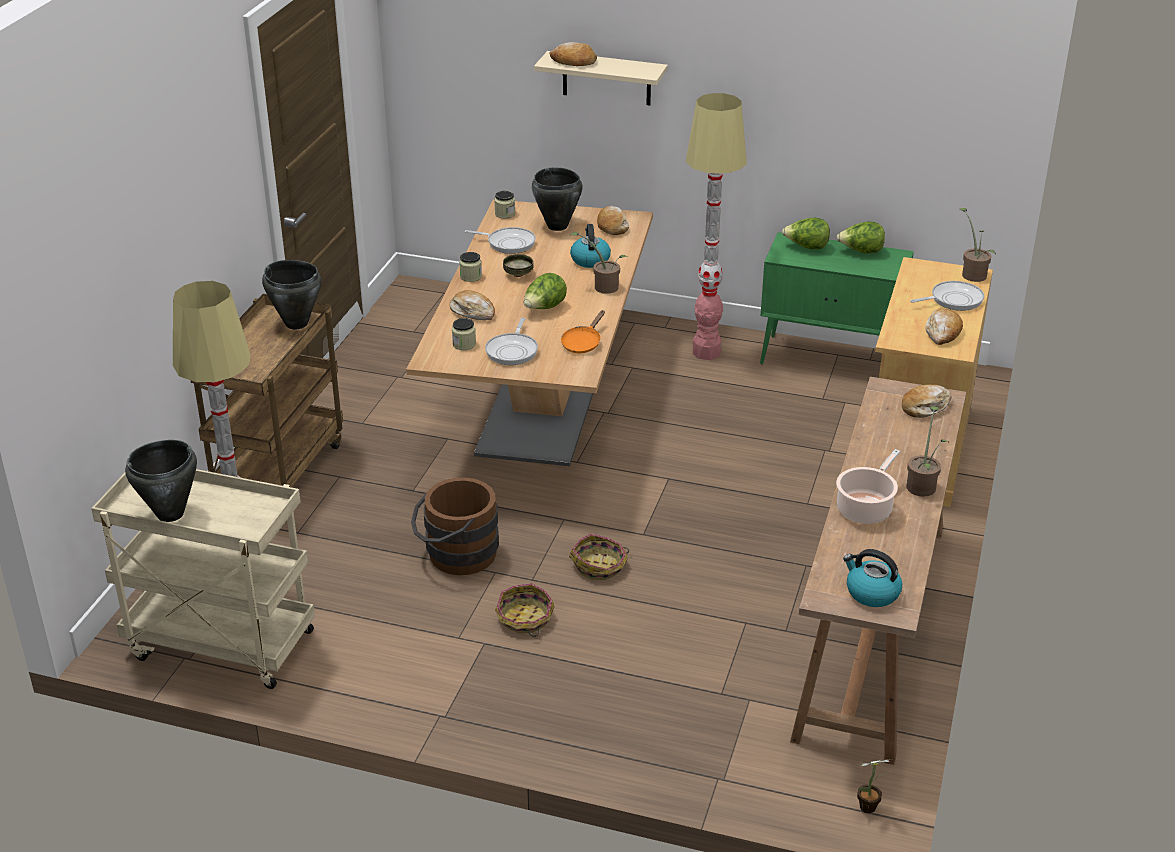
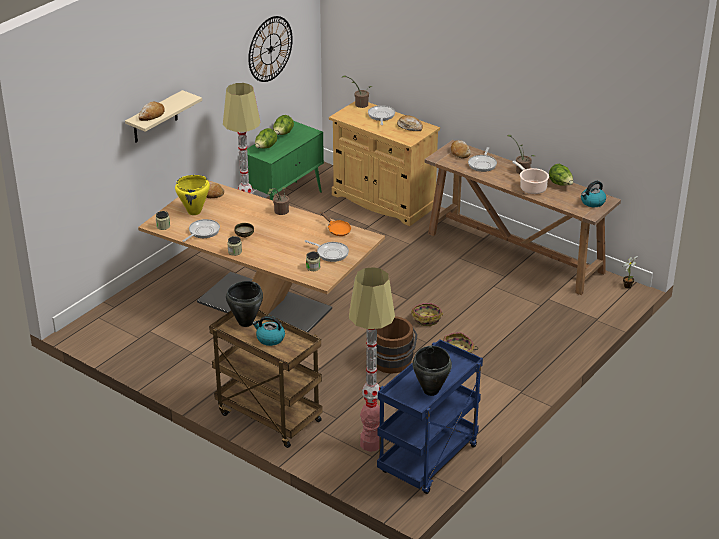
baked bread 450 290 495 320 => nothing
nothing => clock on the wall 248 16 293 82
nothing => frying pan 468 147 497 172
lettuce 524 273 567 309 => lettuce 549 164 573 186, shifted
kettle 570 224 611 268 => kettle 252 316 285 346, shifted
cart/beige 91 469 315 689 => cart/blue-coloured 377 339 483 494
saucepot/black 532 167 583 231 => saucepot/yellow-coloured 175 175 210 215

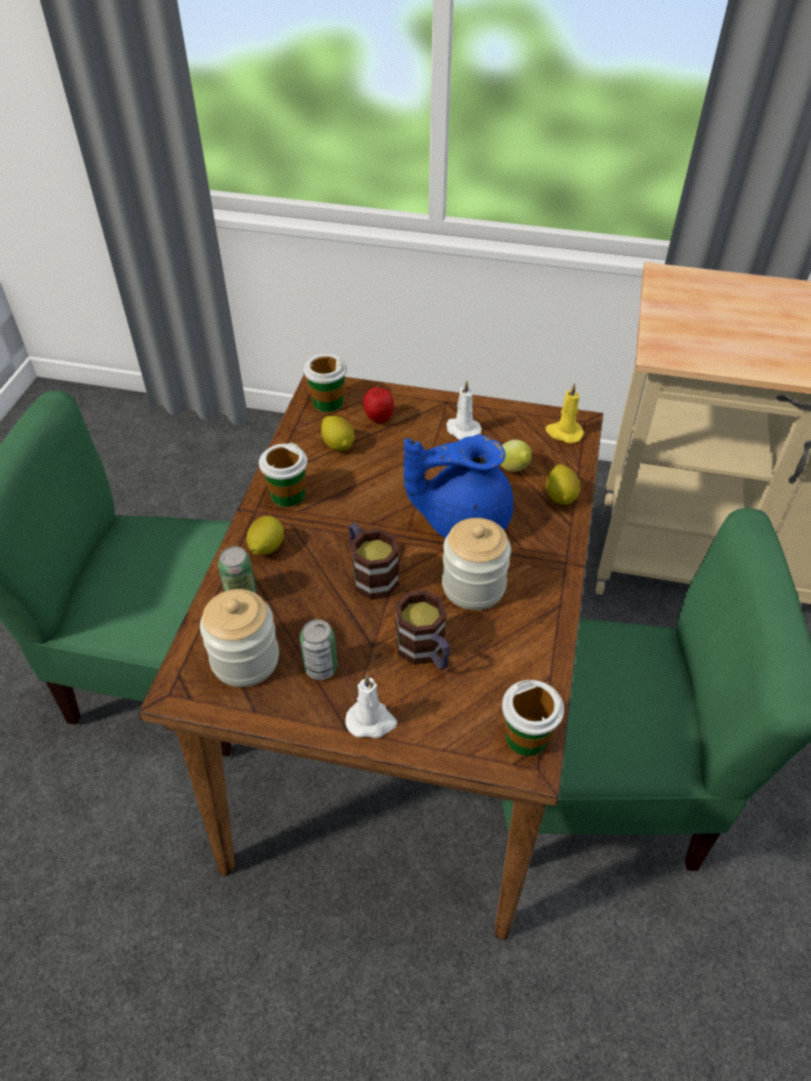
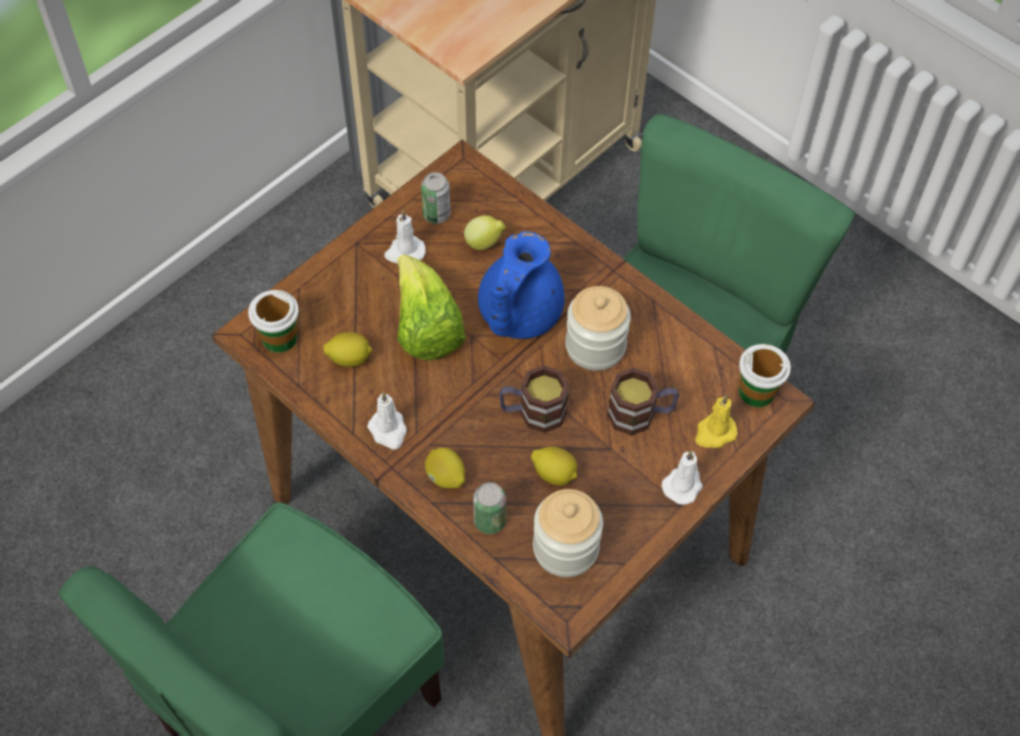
whole apple 363 385 394 423 => nothing
nothing => lettuce 397 254 466 360
sealed can 300 619 337 680 => sealed can 421 172 450 224, shifted
wax candle/yellow-coloured 546 383 584 443 => wax candle/yellow-coloured 695 394 737 448, shifted
whole lemon 546 464 580 505 => whole lemon 531 447 577 485, shifted
small cup 259 443 308 507 => wax candle/white-coloured 367 392 407 449

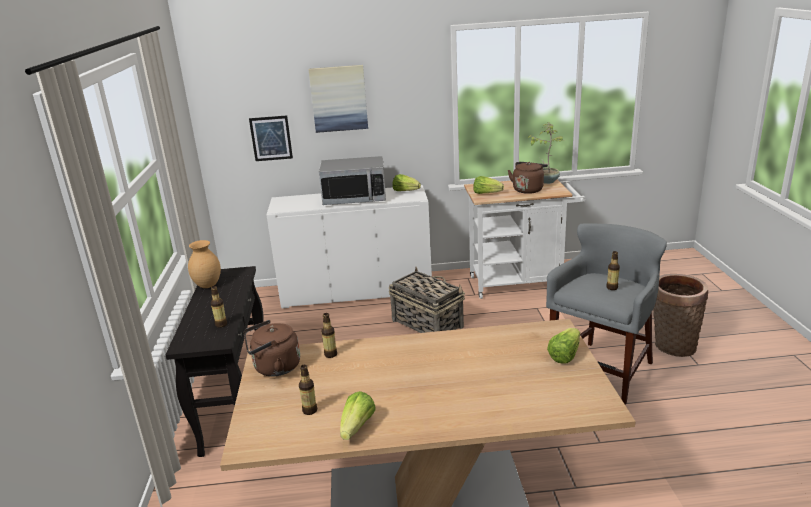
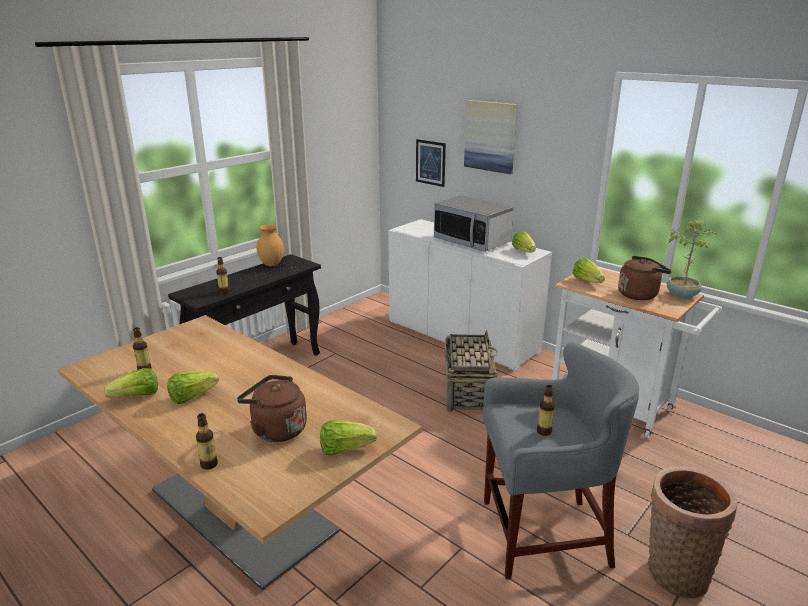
nothing => lettuce 167 370 219 404
kettle/brown 244 320 300 376 => kettle/brown 237 375 307 442, shifted
drink bottle 321 313 337 358 => drink bottle 196 413 218 470, shifted

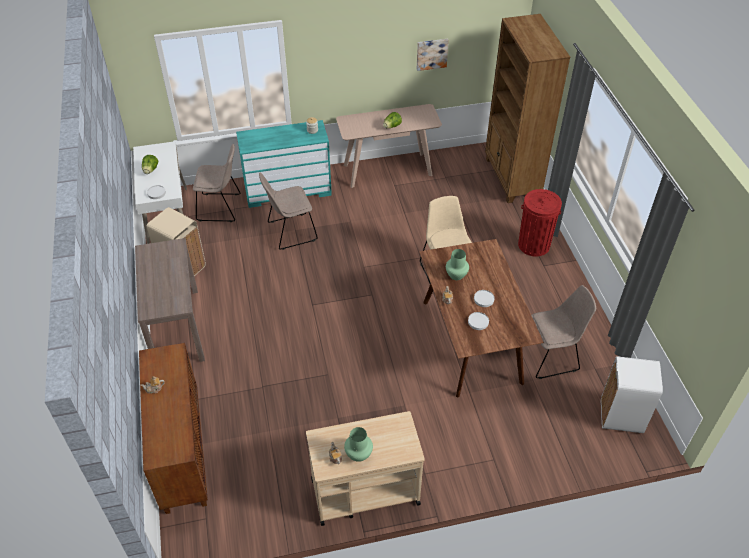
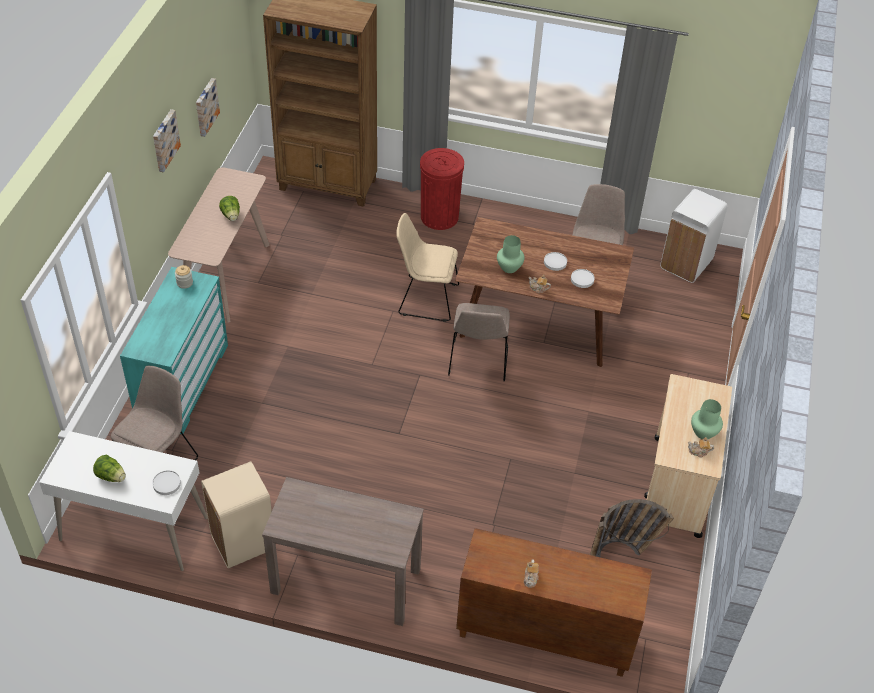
nothing => picture 153 109 181 173
nothing => basket 591 499 674 557
chair/beige 259 172 318 250 => chair/beige 448 303 510 382, shifted

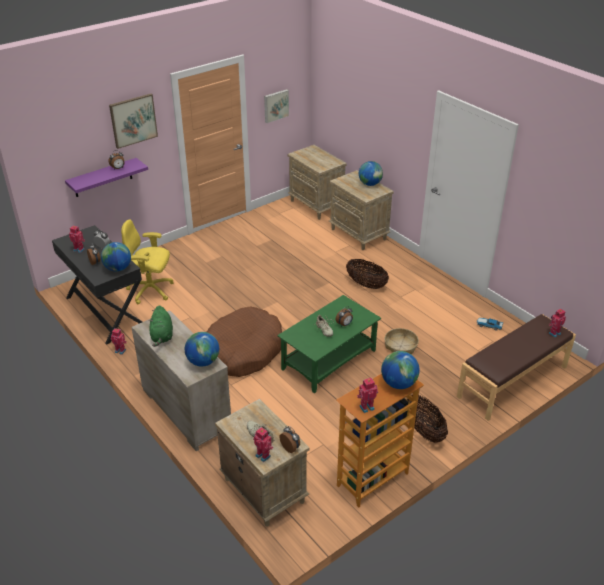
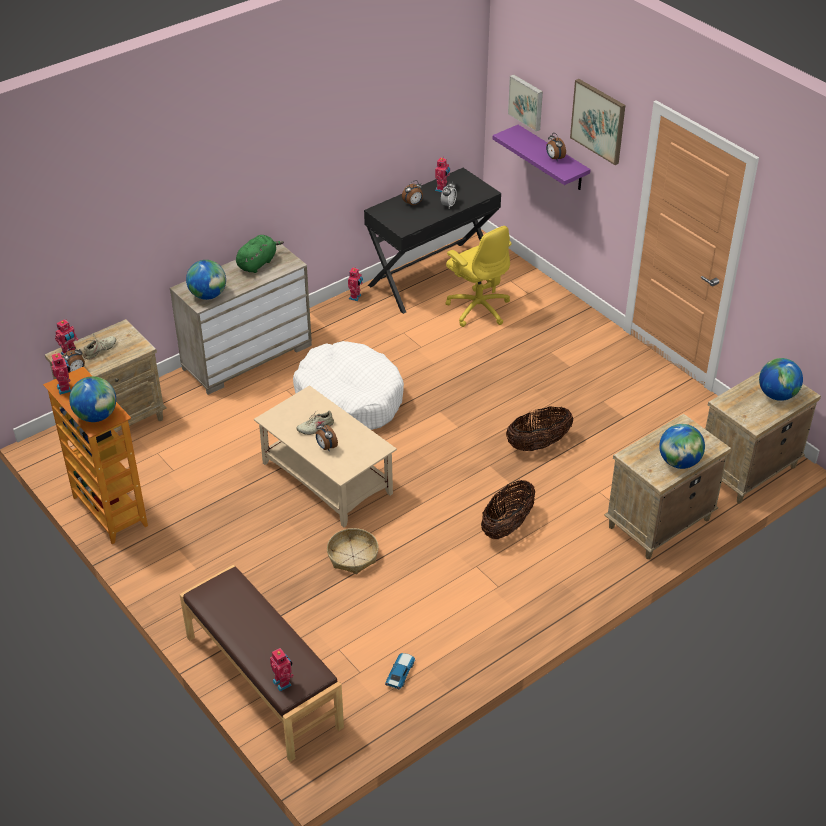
globe 101 242 131 272 => globe 759 358 803 401, shifted
picture 264 89 289 123 => picture 508 75 543 131, shifted
basket 407 395 448 443 => basket 506 406 573 451, shifted
dog cushion/brown 207 306 282 377 => dog cushion/white-coloured 293 341 404 430
low table/green-coloured 277 295 381 393 => low table/beige 254 385 397 527
desk chair/yellow-coloured 121 219 174 304 => desk chair/yellow-coloured 446 226 512 327, 135 degrees clockwise
soft toy/green-coloured 148 306 173 347 => soft toy/green-coloured 236 235 284 273, 135 degrees clockwise

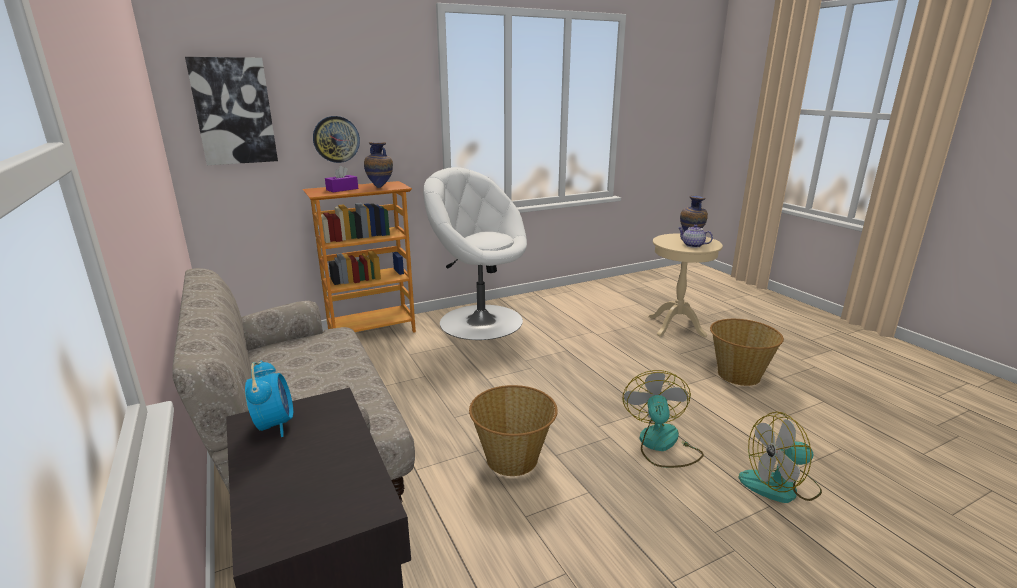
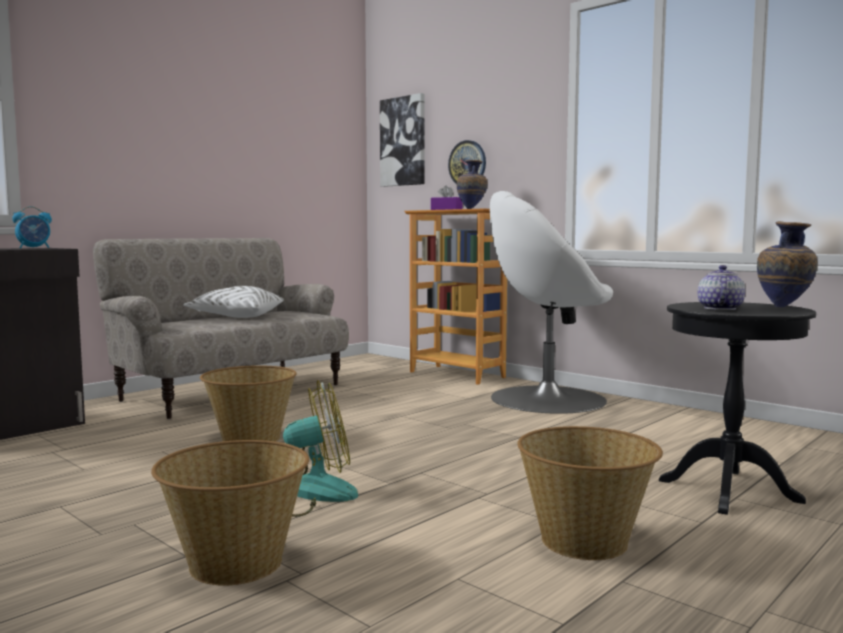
nothing => throw pillow/white-coloured 183 286 284 318
electric fan 739 412 822 503 => basket 151 440 309 586
accent table/beige 648 234 723 337 => accent table/black 659 302 816 515
lounge chair/white-coloured 423 167 527 340 => lounge chair/white-coloured 490 191 613 414, 105 degrees counterclockwise

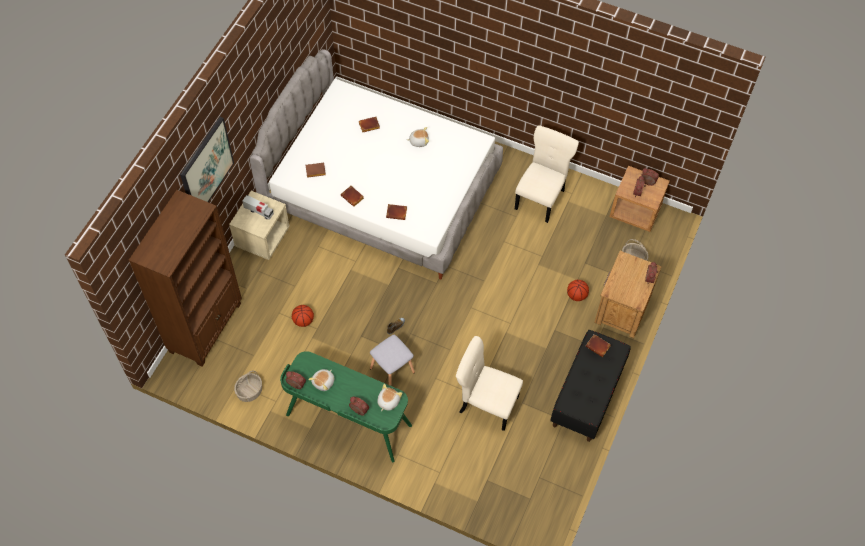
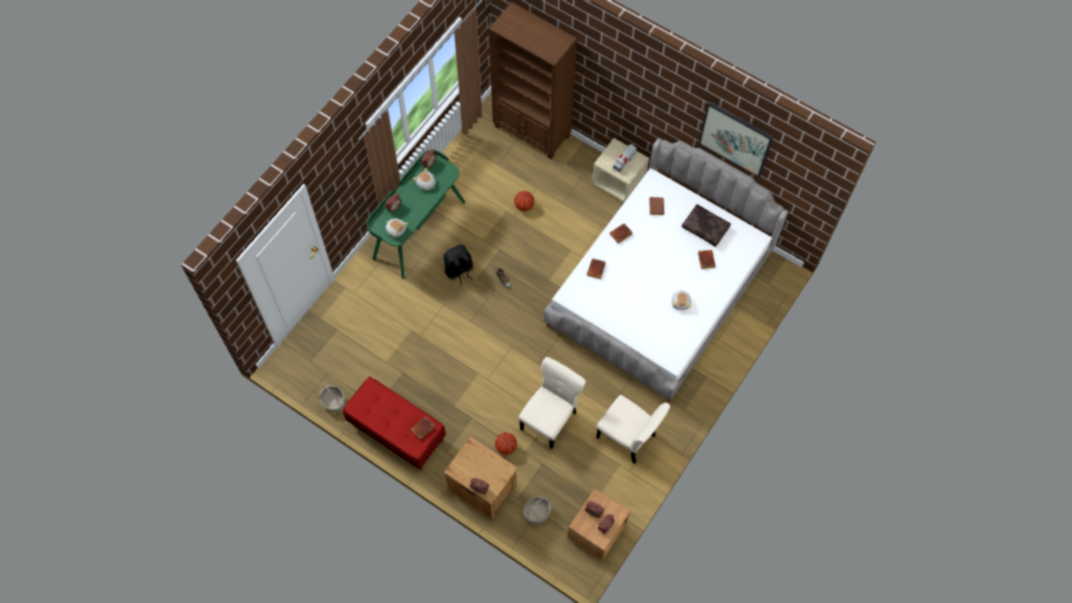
nothing => throw pillow/brown 682 204 731 247
picture 180 117 234 202 => picture 698 102 774 177, shifted
basket 234 371 262 402 => basket 319 384 345 413, shifted
chair/beige 456 336 523 431 => chair/beige 518 357 586 449, shifted
stool/gray 370 335 415 386 => rucksack/black 444 245 473 285
bench/black 550 330 631 442 => bench/red-coloured 343 376 446 470

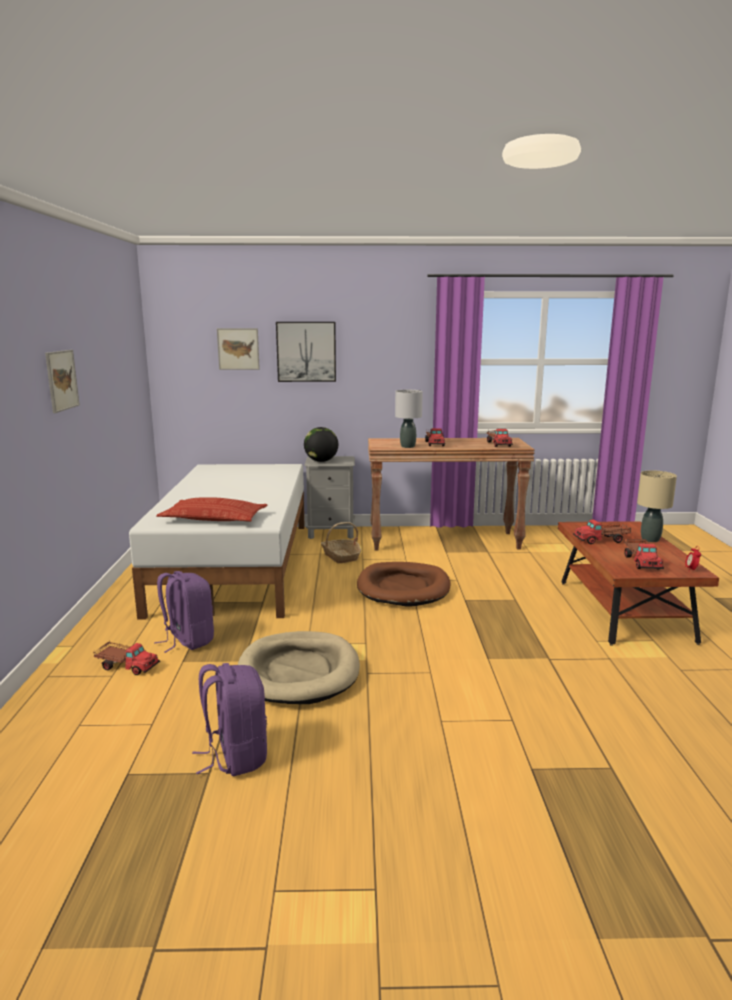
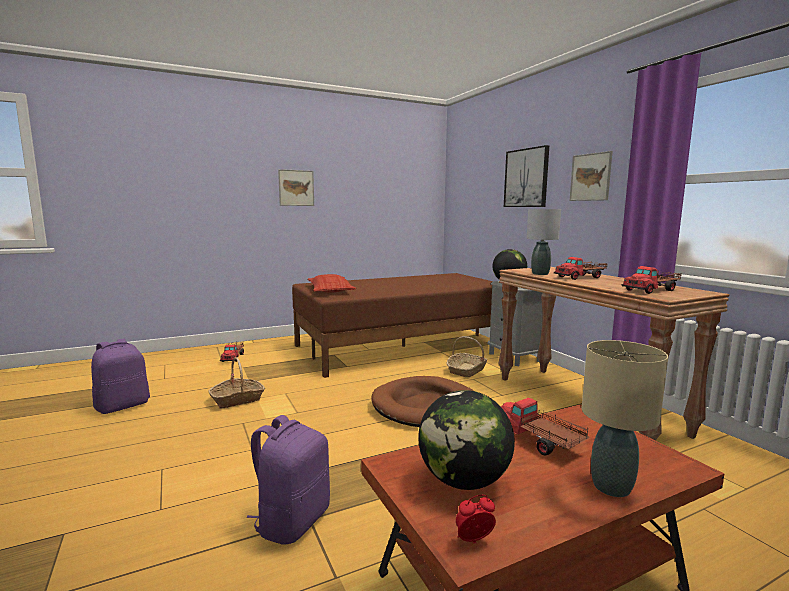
rucksack/purple 154 571 214 653 => rucksack/purple 247 415 330 544, shifted
picture 217 328 260 370 => picture 570 151 613 201, shifted
dog cushion/beige 238 631 360 704 => basket 208 357 265 409
model truck 624 539 664 570 => globe 418 390 515 490
sleeping bed/white-coloured 129 464 305 619 => sleeping bed/brown 292 273 493 378

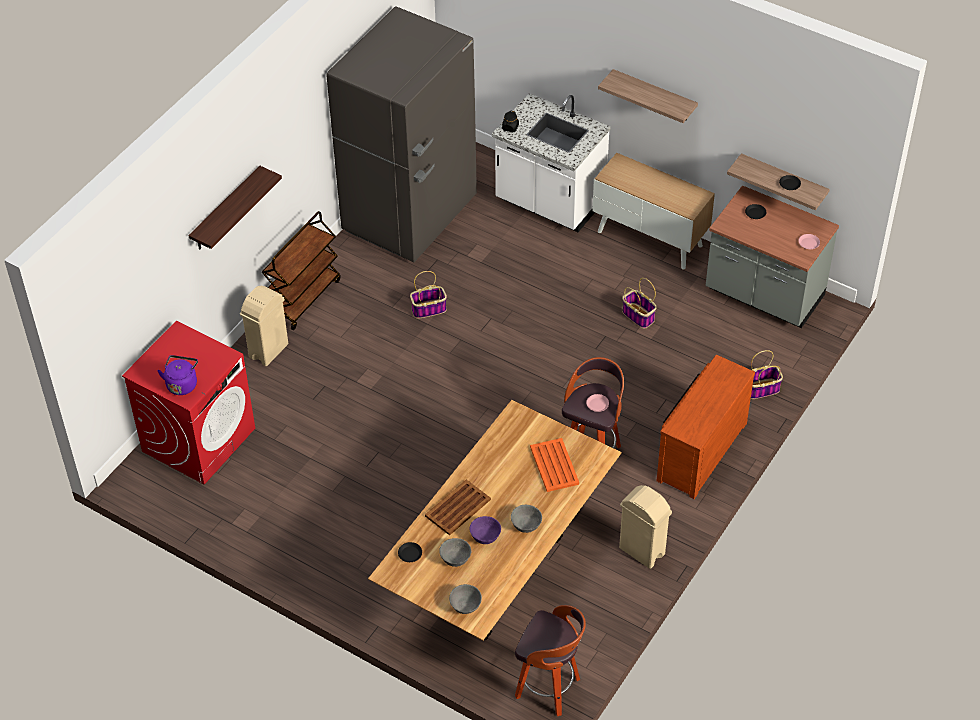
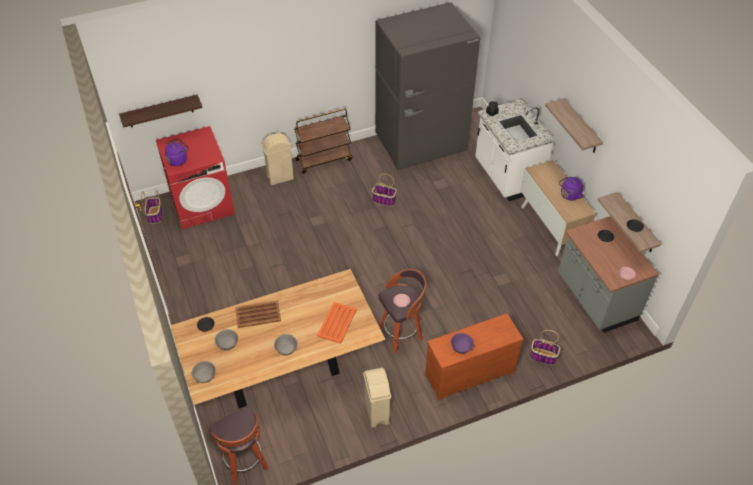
nothing => kettle/purple 559 177 583 201
bracket shelf 188 166 282 250 => bracket shelf 119 95 202 128, shifted
serving bowl/purple 470 516 501 544 => serving bowl/purple 451 333 474 354, shifted
basket 622 278 657 329 => basket 141 191 162 224, shifted

